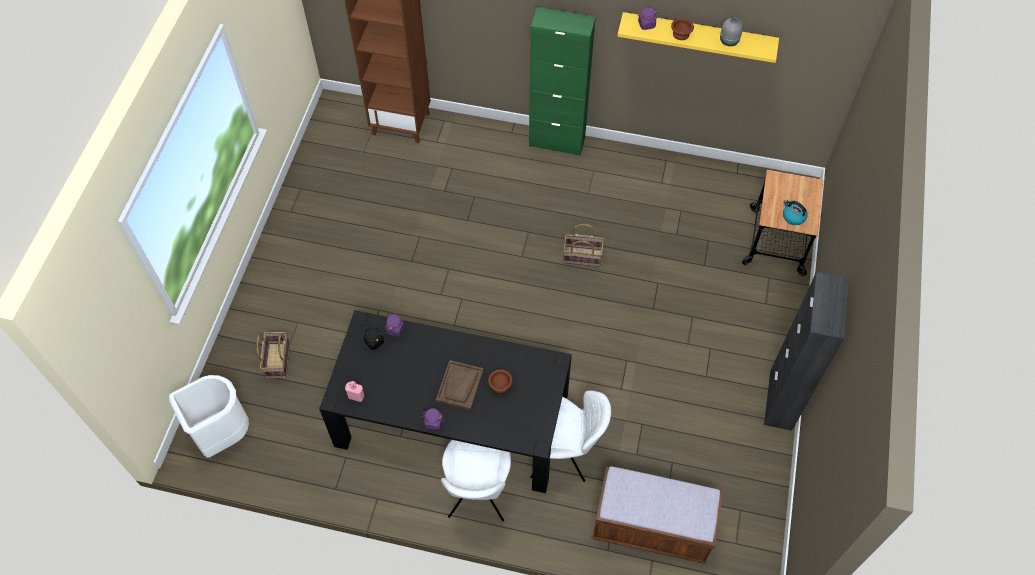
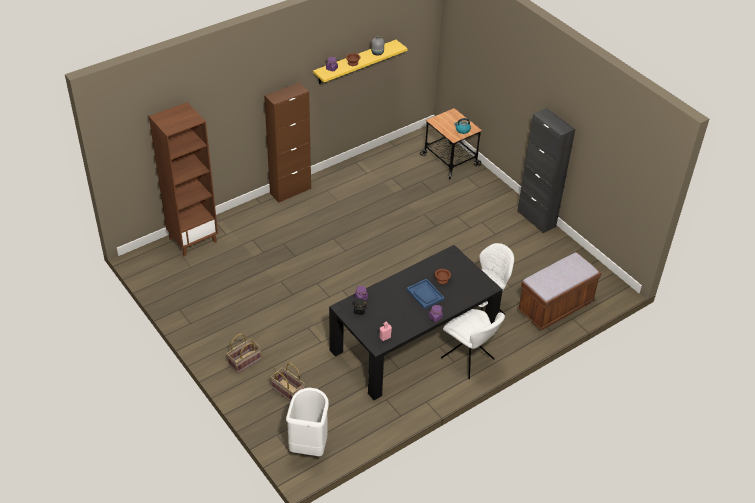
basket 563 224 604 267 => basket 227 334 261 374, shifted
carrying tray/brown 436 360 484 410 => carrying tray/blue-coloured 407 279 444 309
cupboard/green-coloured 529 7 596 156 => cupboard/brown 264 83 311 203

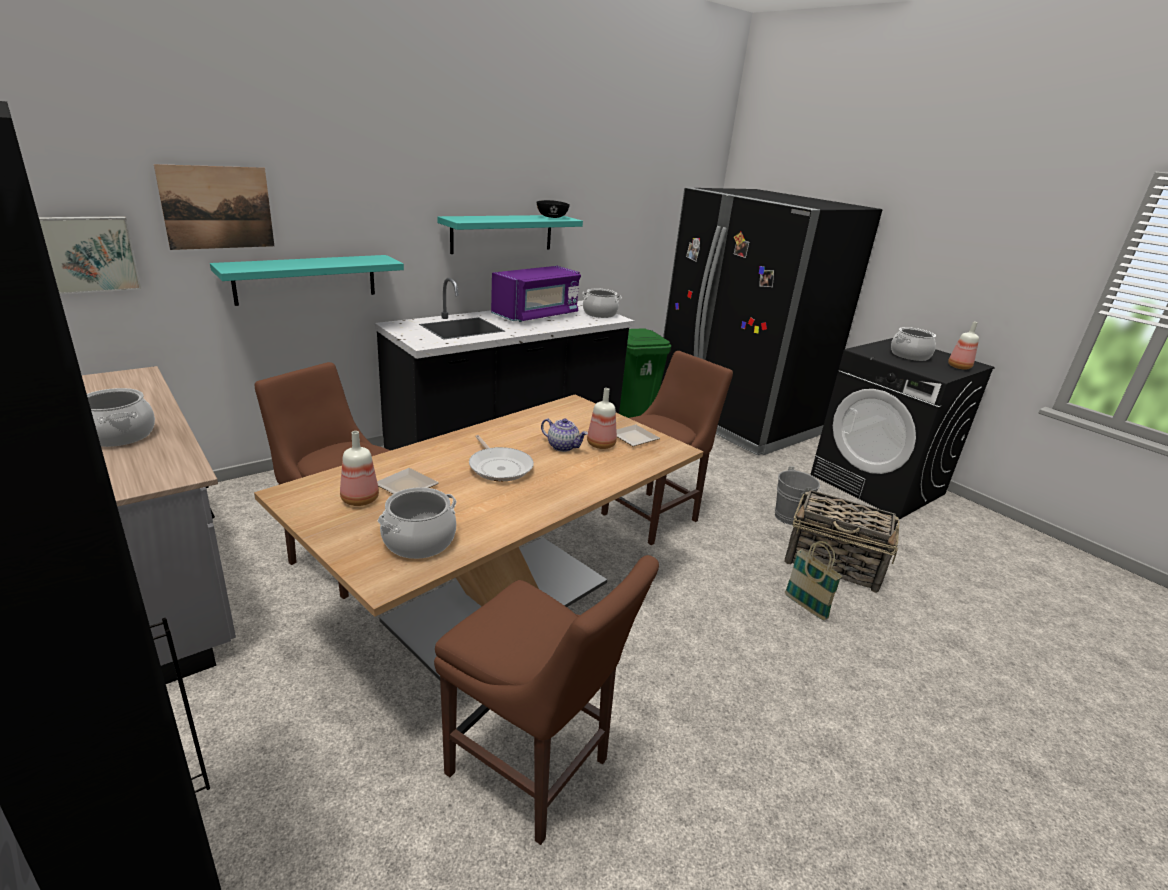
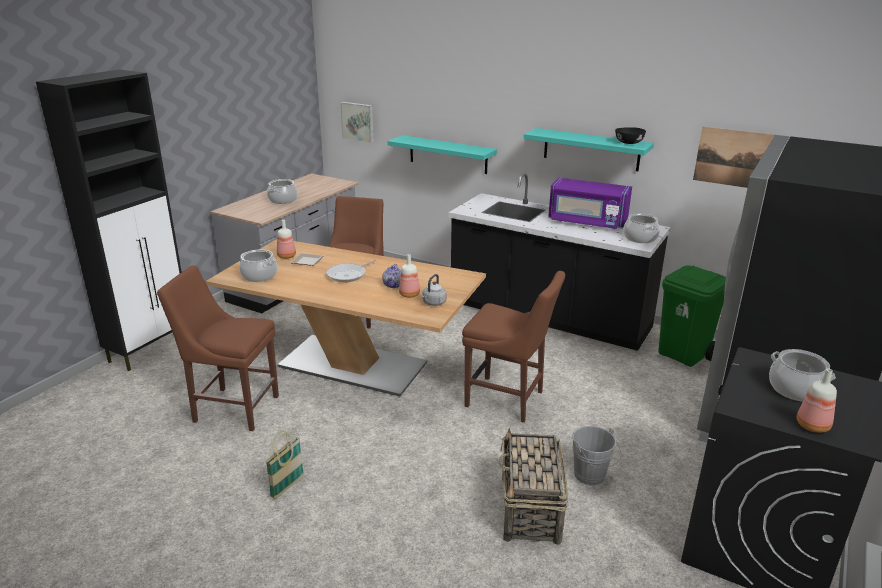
picture 154 164 274 250 => picture 693 127 775 188, shifted
basket 785 541 842 620 => basket 265 430 304 499, shifted
plate 616 425 660 447 => kettle/gray 422 274 446 306
chair/brown 434 555 659 845 => chair/brown 157 265 279 431, 90 degrees clockwise

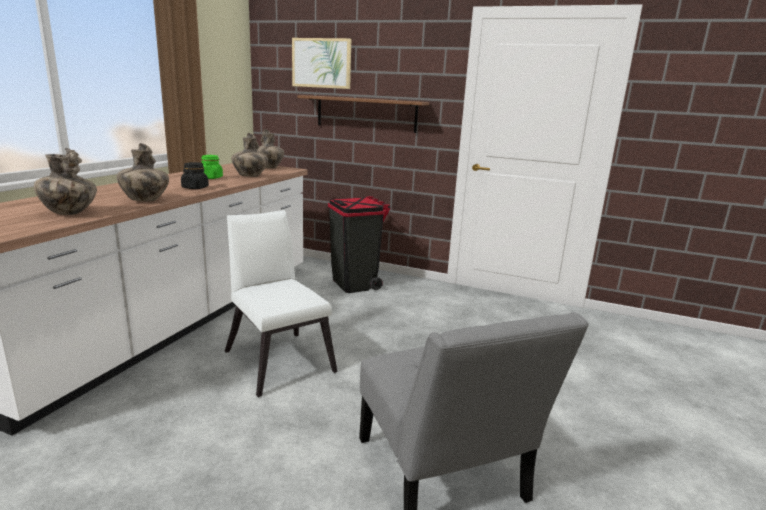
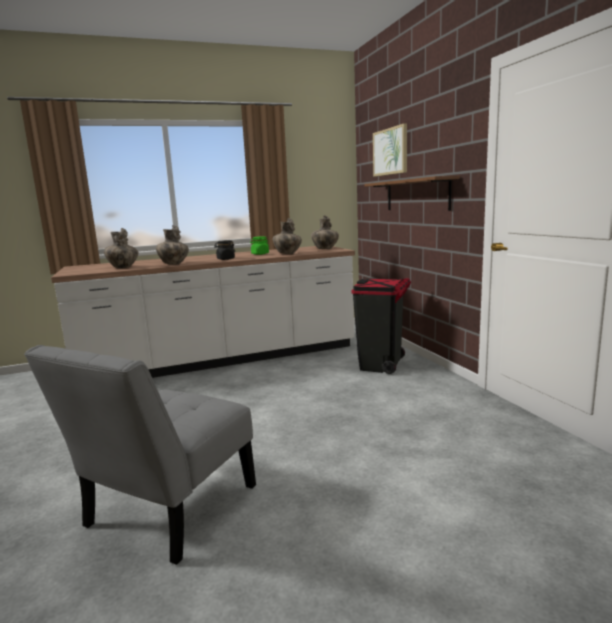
chair/white-coloured 225 210 338 397 => nothing

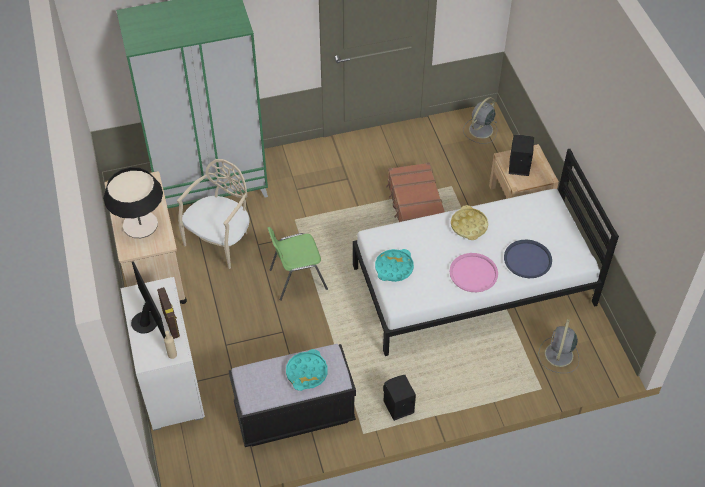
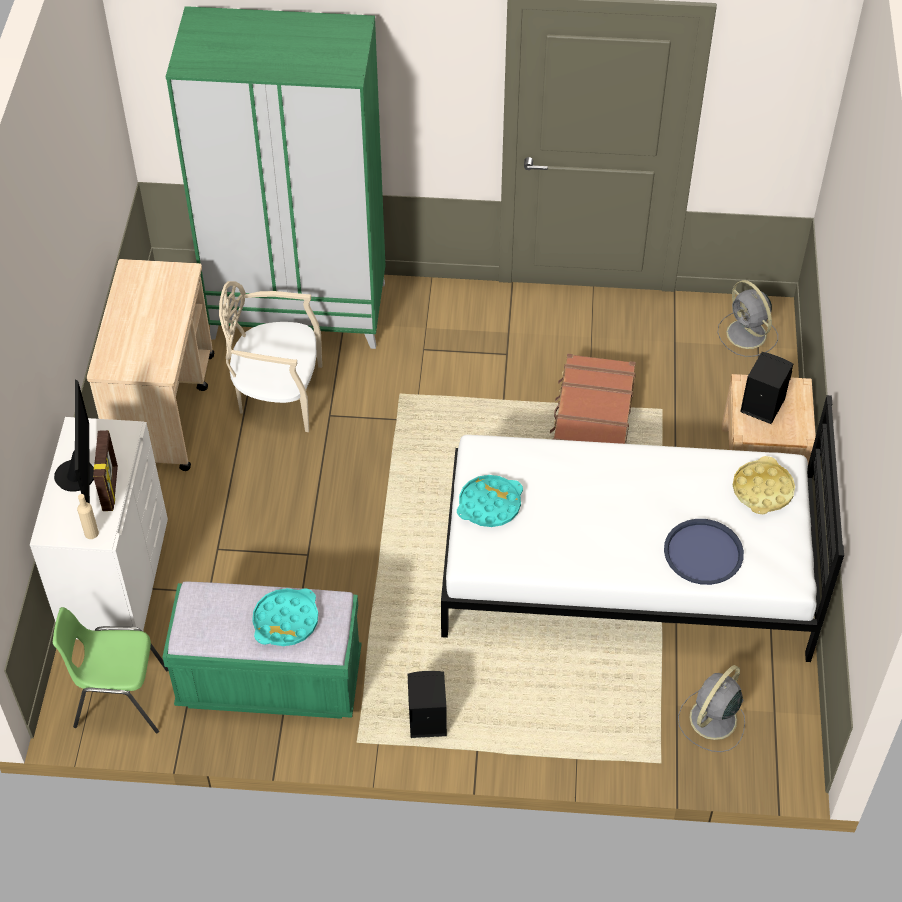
lamp for a table 103 167 163 238 => nothing
carrying tray/pink-coloured 449 253 498 292 => nothing
chair/green-coloured 268 227 328 301 => chair/green-coloured 53 607 169 734, shifted
carrying tray/yellow-coloured 451 205 489 240 => carrying tray/yellow-coloured 733 456 795 514, shifted
bench/black 229 344 356 447 => bench/green-coloured 163 582 361 719
chair/beige 177 159 249 269 => chair/beige 219 281 322 432, 135 degrees counterclockwise
electric fan/gray 463 97 498 144 => electric fan/gray 717 280 778 357, 90 degrees counterclockwise

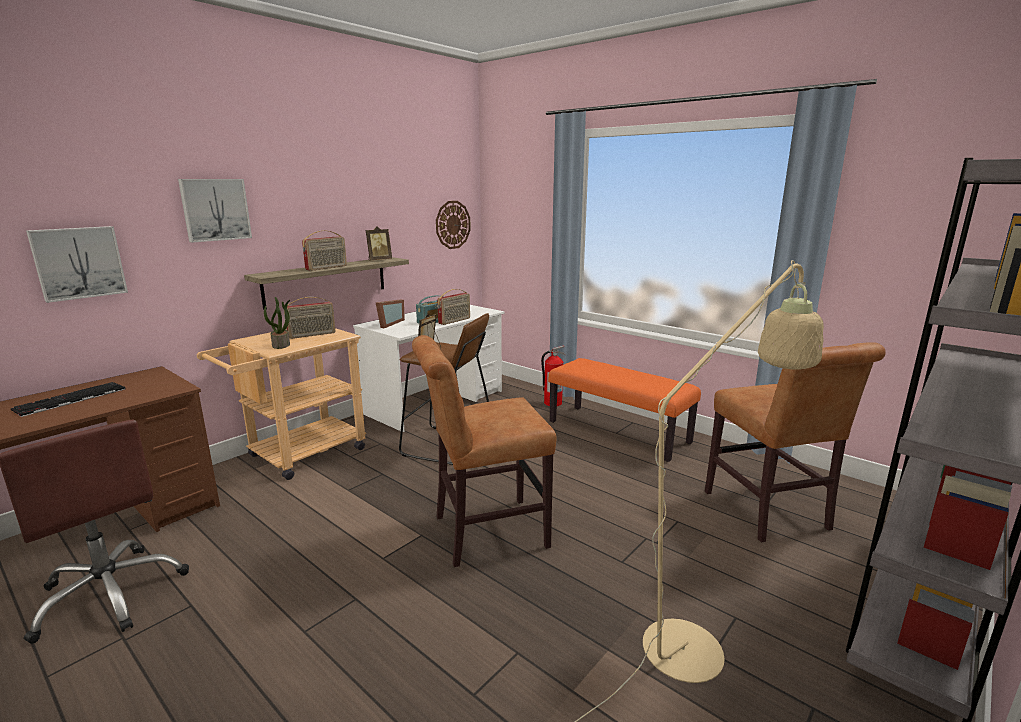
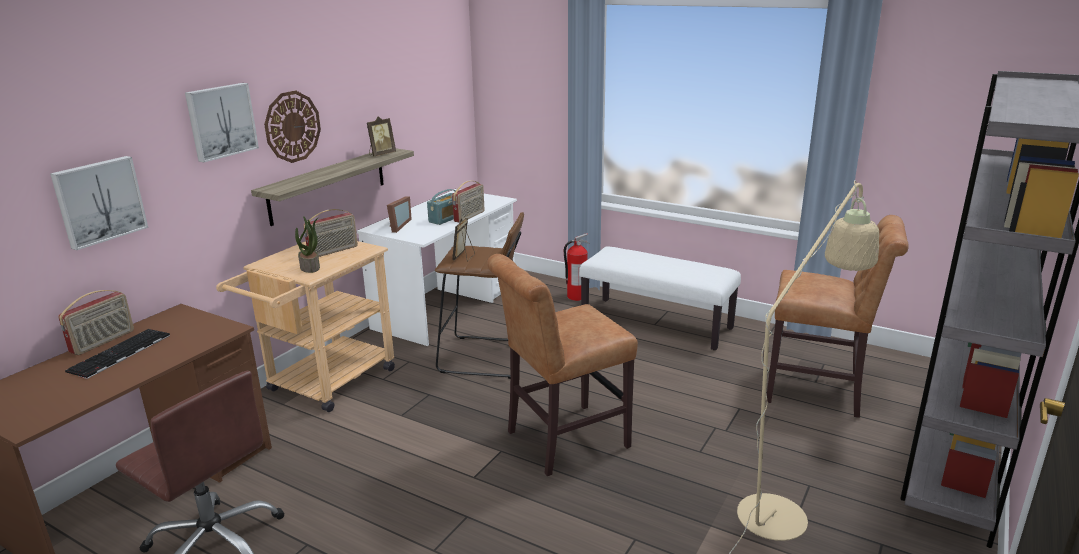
radio set 302 230 347 271 => radio set 58 290 134 355, shifted
clock on the wall 436 201 471 249 => clock on the wall 264 91 321 163, shifted
bench/orange-coloured 548 358 701 462 => bench/white-coloured 579 246 741 350
chair/brown 705 342 886 542 => chair/brown 766 215 909 418, 45 degrees counterclockwise

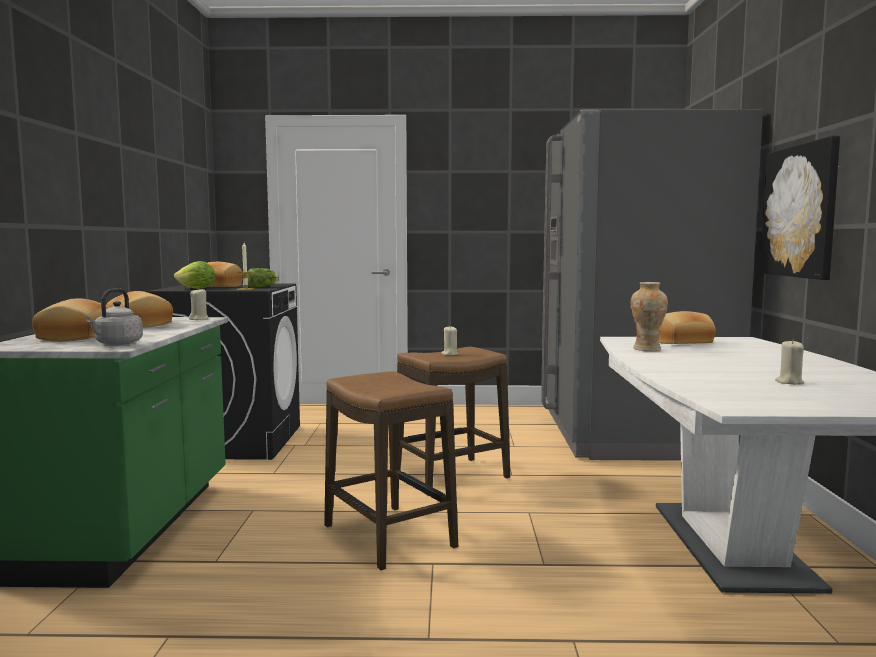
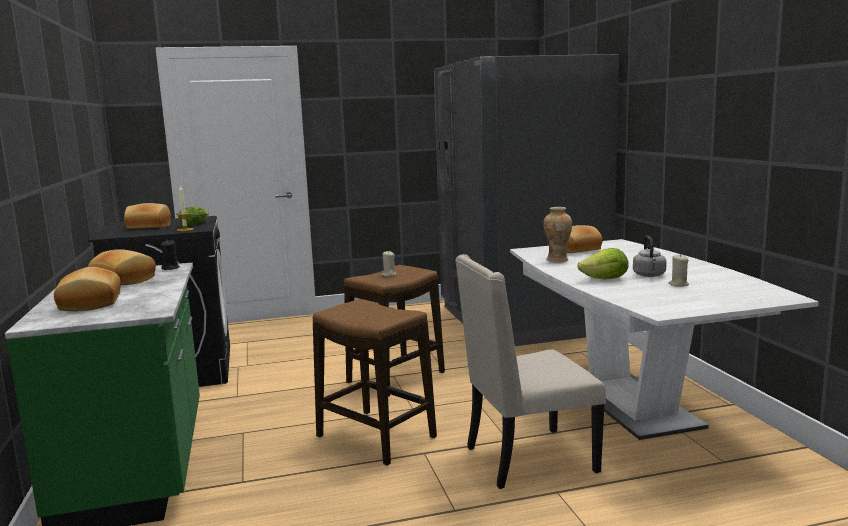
picture 760 136 840 280 => nothing
nothing => chair/beige 455 254 606 489
kettle/gray 86 288 143 345 => kettle/gray 633 236 667 277, shifted
lettuce 174 261 216 289 => lettuce 577 248 629 280, shifted
wax candle/beige 189 289 209 320 => wax candle/black 161 240 180 270

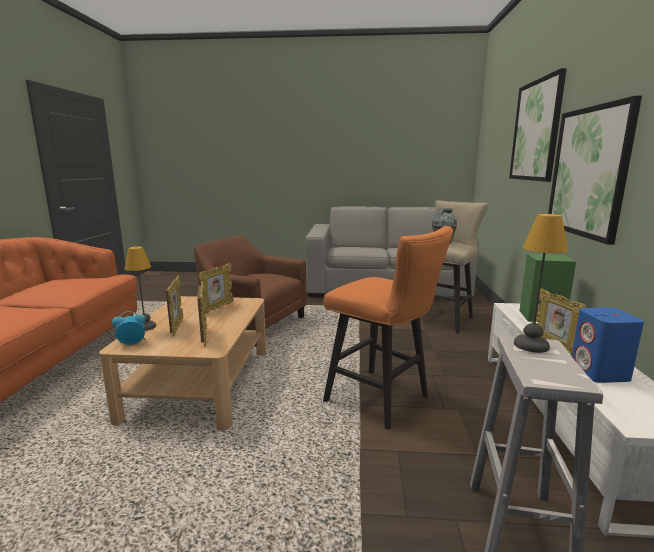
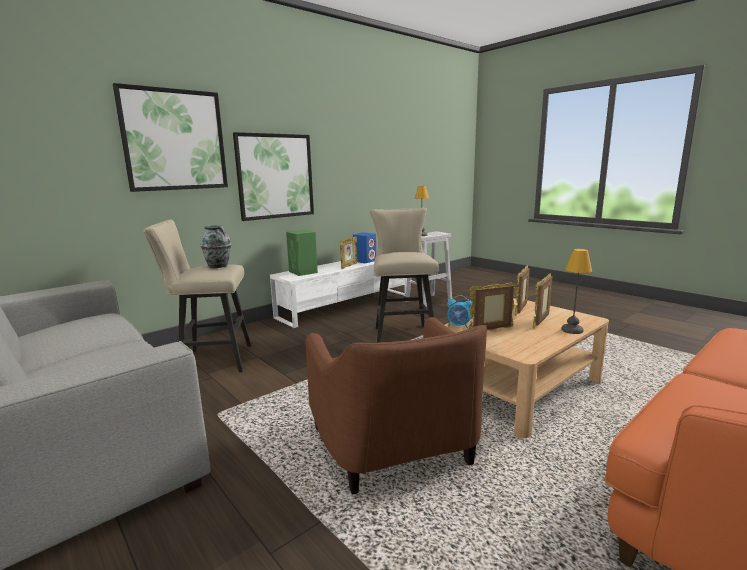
bedside clock 112 311 146 345 => bedside clock 447 295 474 329, shifted
stool/orange-coloured 323 226 453 430 => stool/beige 370 208 439 343

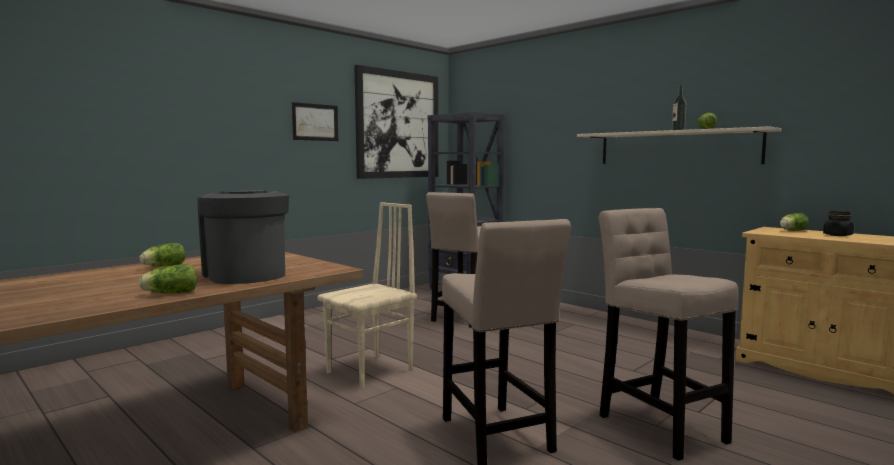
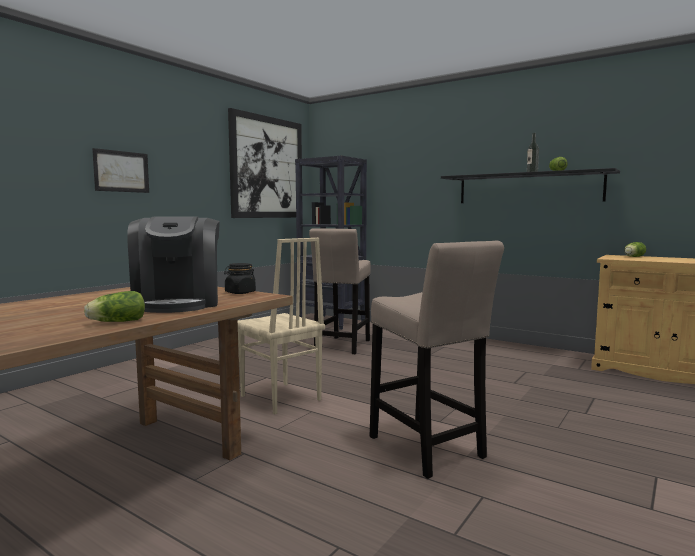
lettuce 140 243 185 266 => nothing
stool/beige 599 208 739 461 => nothing
picture 292 102 338 141 => picture 92 148 149 193, shifted
preserve jar/black 823 210 854 236 => preserve jar/black 224 263 256 294, shifted
bracket shelf/beige 577 126 782 164 => bracket shelf/black 441 168 620 203
coffee brewer 197 190 289 284 => coffee brewer 127 216 220 313, 150 degrees counterclockwise
chair/beige 317 202 417 389 => chair/beige 238 238 325 414, 105 degrees clockwise

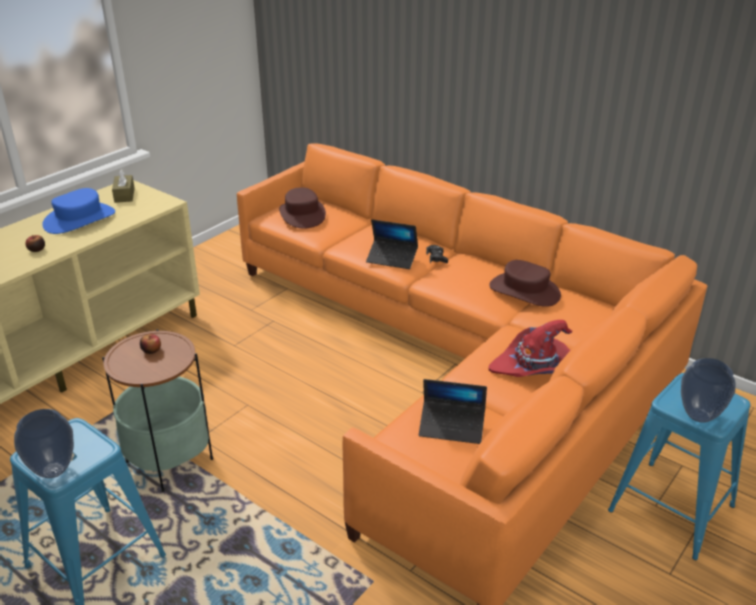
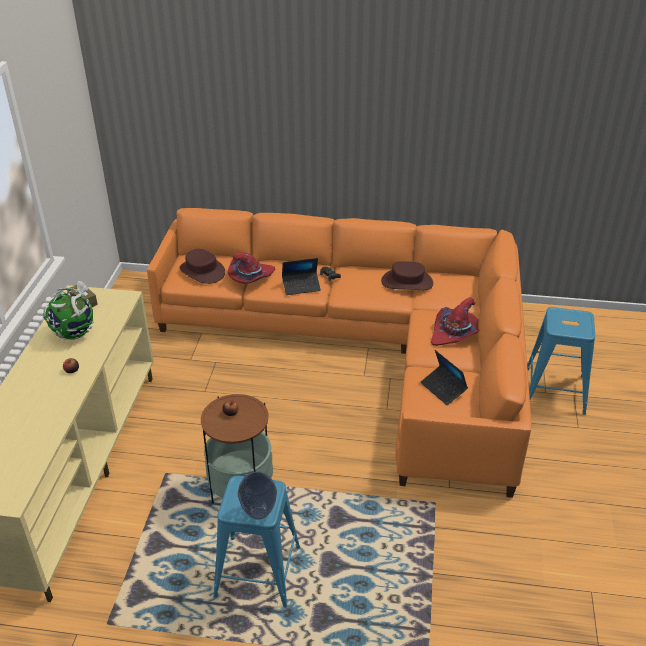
decorative vase 681 358 736 423 => nothing
nothing => hat/red-coloured 228 252 275 284
hat/blue-coloured 42 188 115 234 => globe 43 288 94 340
portable computer 419 379 487 444 => portable computer 420 350 468 405, 75 degrees clockwise

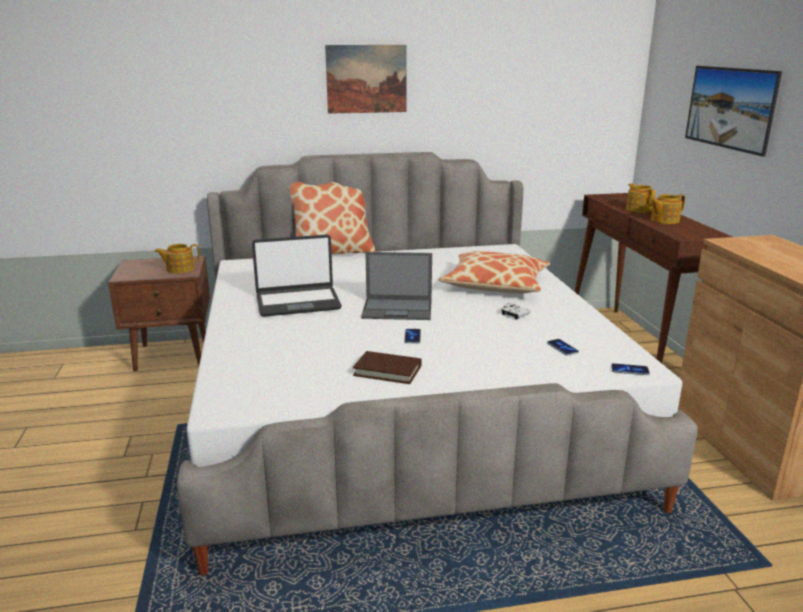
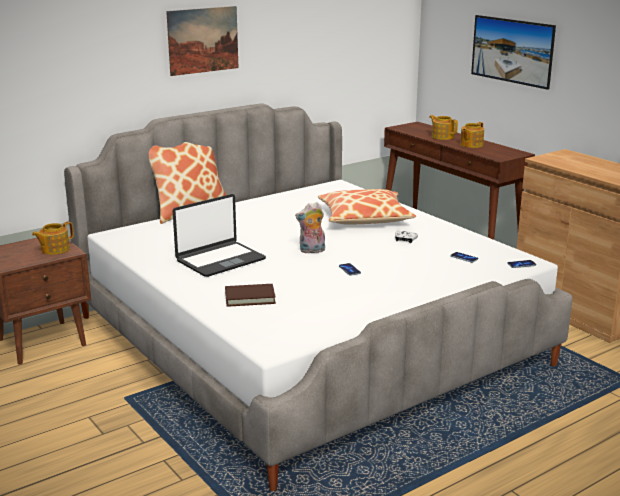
book/brown 353 351 422 384 => book/brown 225 284 276 307, shifted
portable computer 361 252 432 320 => soft toy 295 202 325 254

